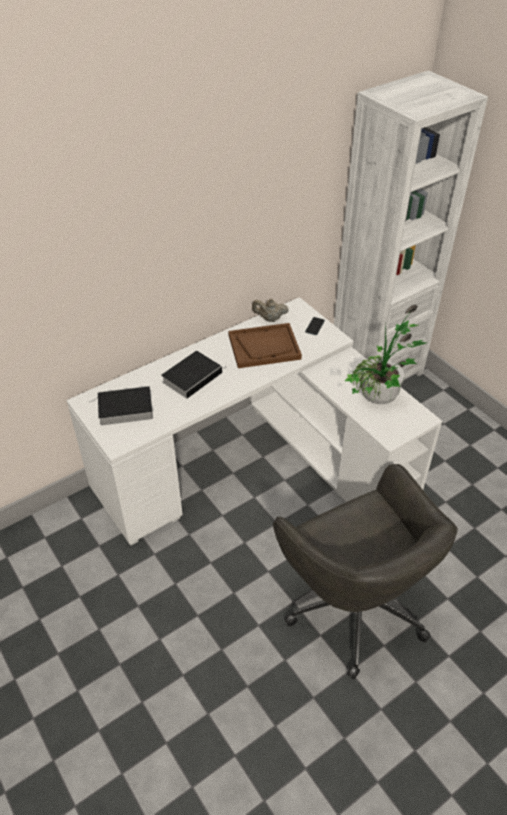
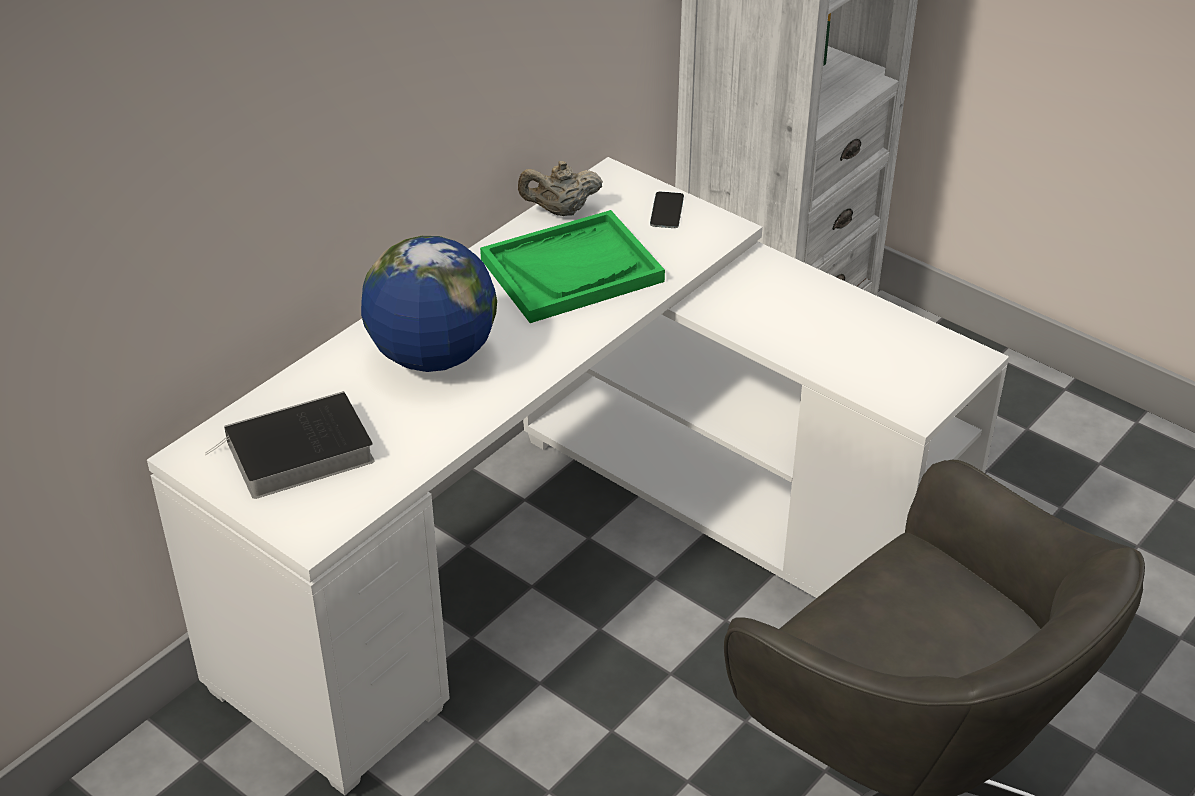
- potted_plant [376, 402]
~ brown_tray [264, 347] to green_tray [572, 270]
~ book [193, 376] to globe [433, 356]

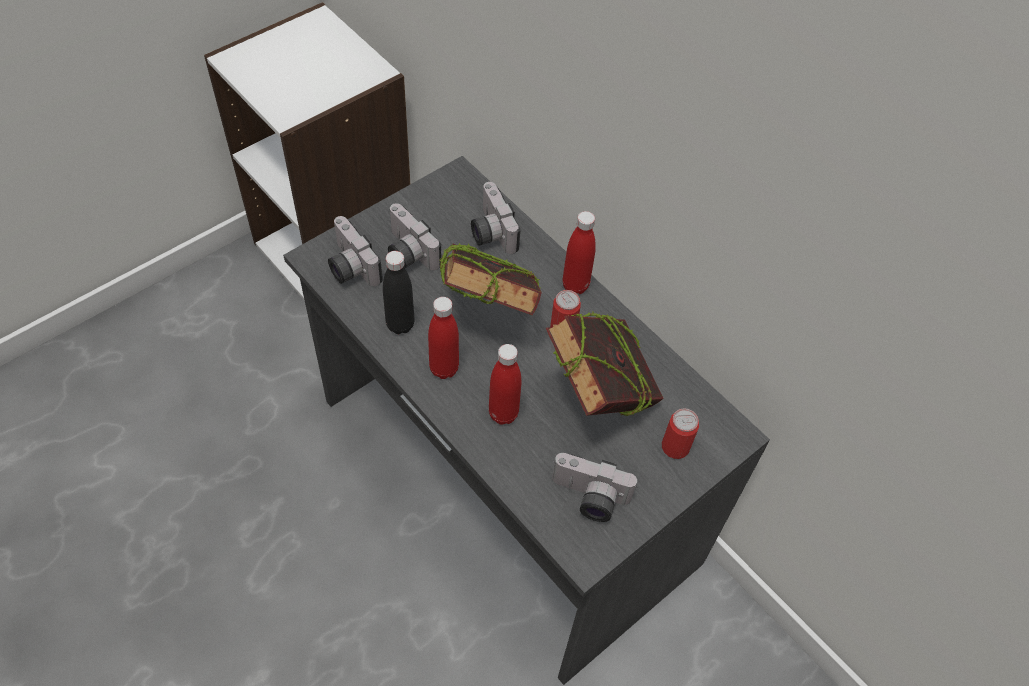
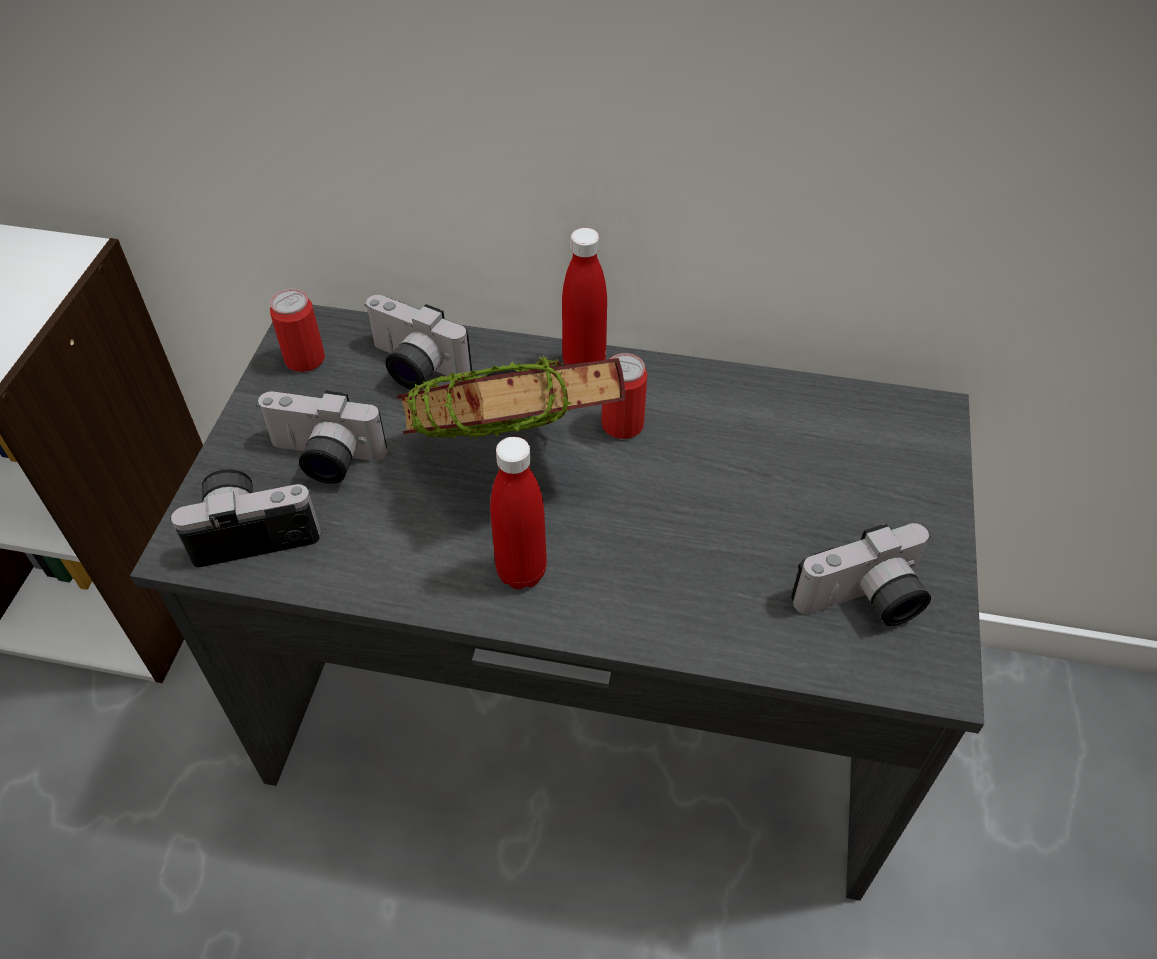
~ photo_camera [349, 267] = [254, 528] 150 degrees clockwise
- black_bottle [400, 324]
- book [599, 398]
- red_bottle [503, 413]
~ can [675, 447] to [305, 359]

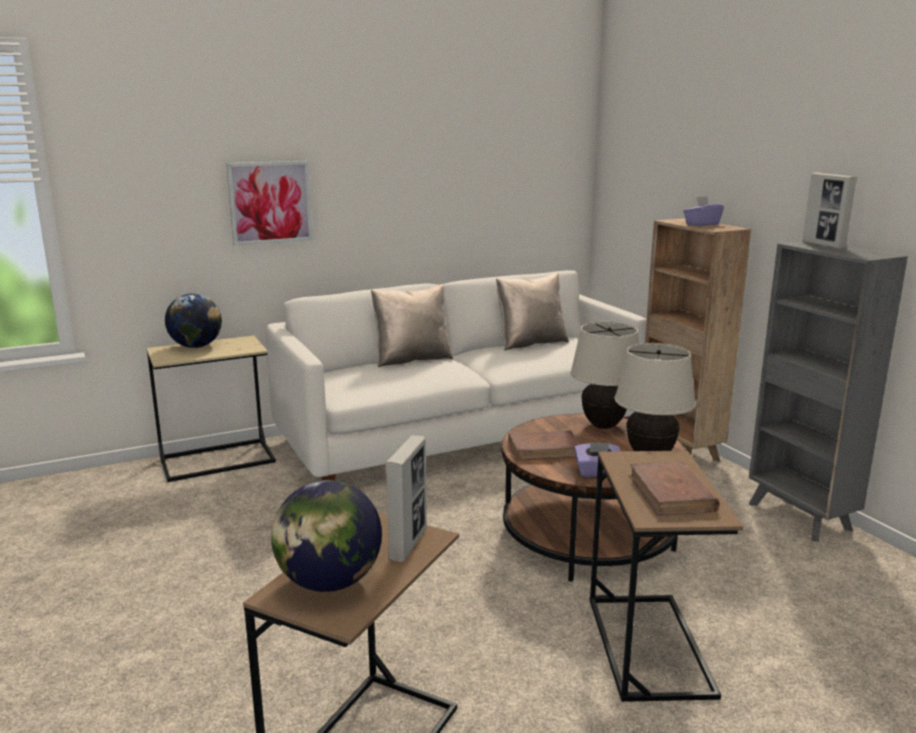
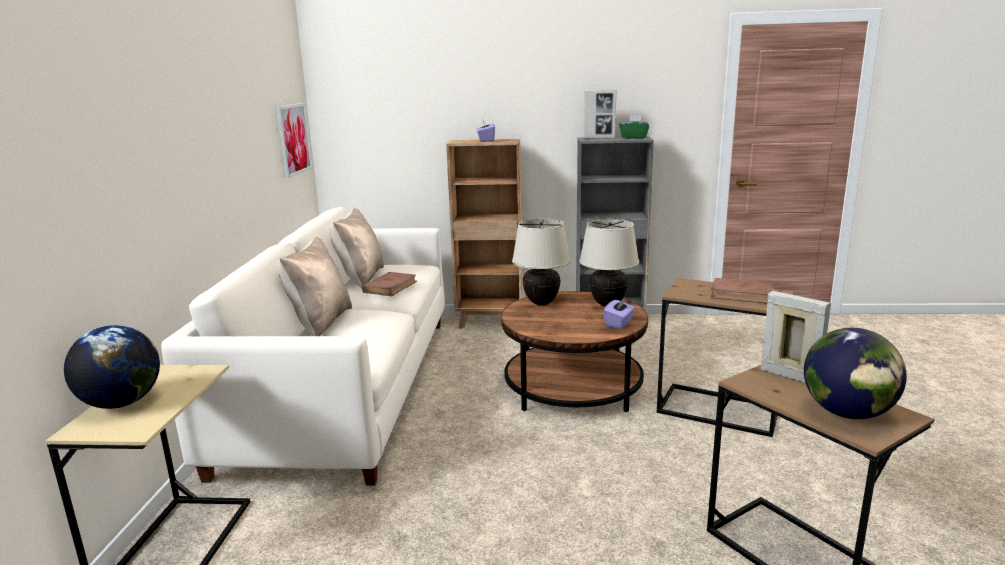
~ picture [270, 202] to [293, 139]
~ brown_book [544, 449] to [390, 287]
+ green_tissue_box [634, 138]

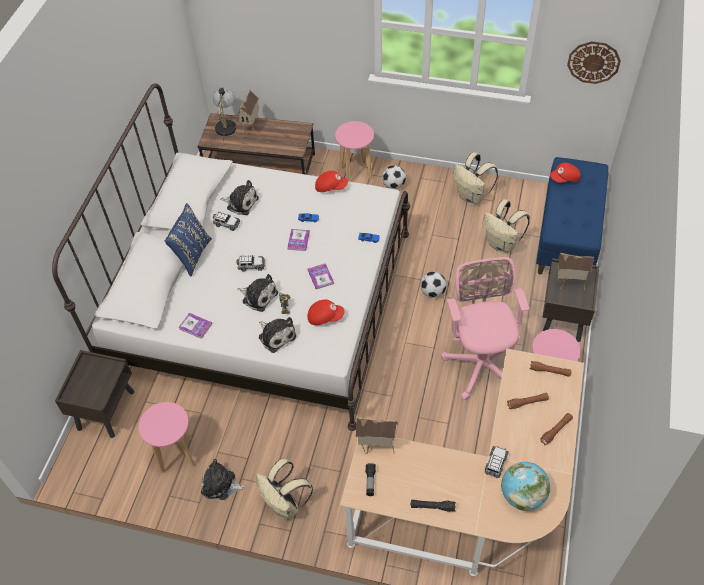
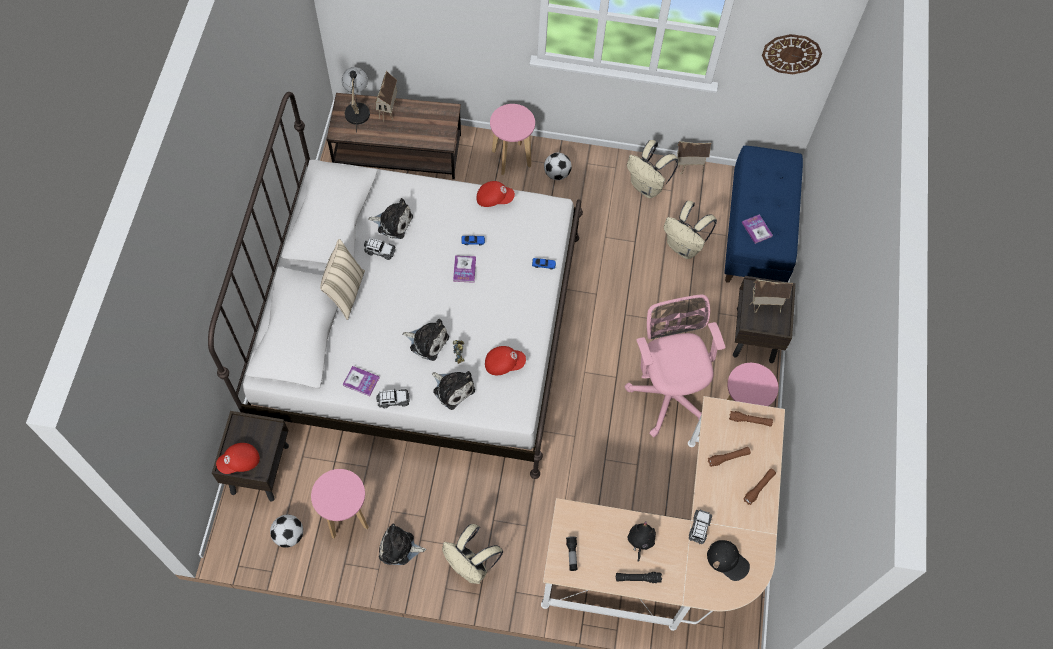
~ red_cap [565, 179] to [240, 462]
~ blue_pillow [192, 255] to beige_pillow [345, 292]
~ toy_car [251, 266] to [393, 400]
~ book [320, 277] to [756, 229]
~ football [432, 292] to [289, 535]
~ toy_house [376, 448] to [688, 170]
~ globe [522, 495] to black_cap [727, 560]
+ black_plush_toy [640, 541]

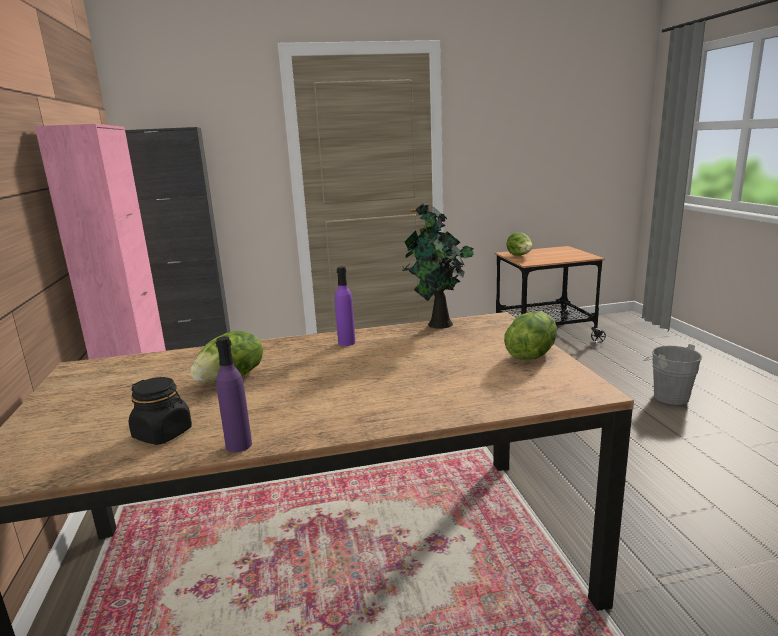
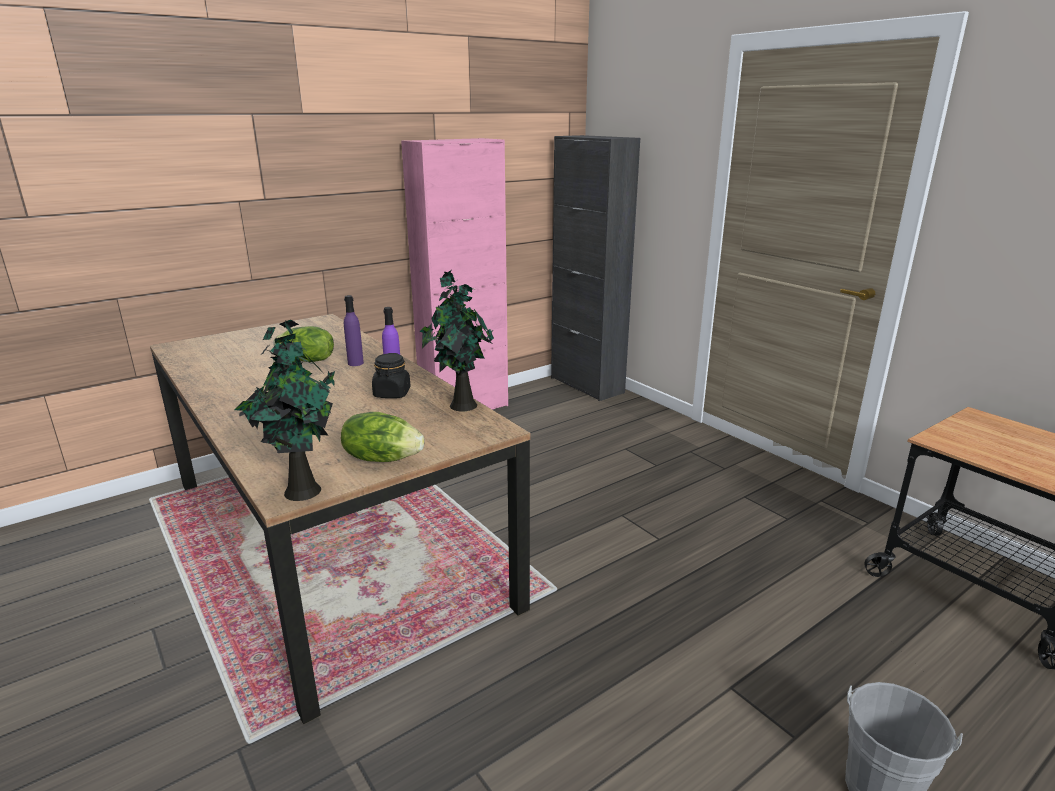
- lettuce [520, 256]
~ purple_bottle [239, 445] to [355, 363]
~ black_jar [163, 434] to [392, 394]
+ potted_plant [302, 489]

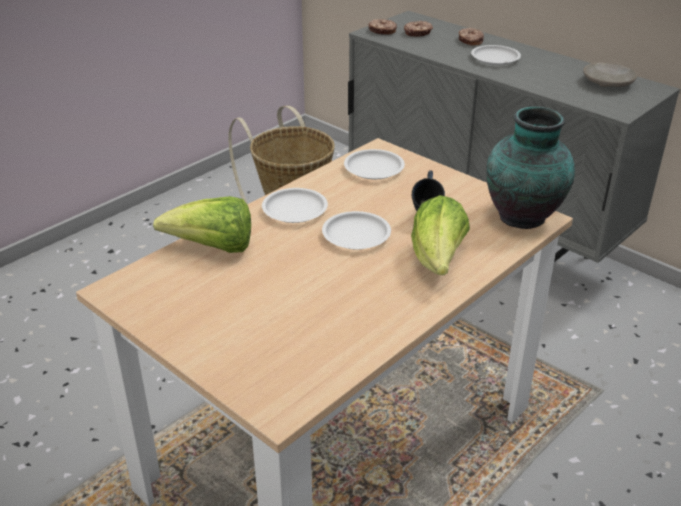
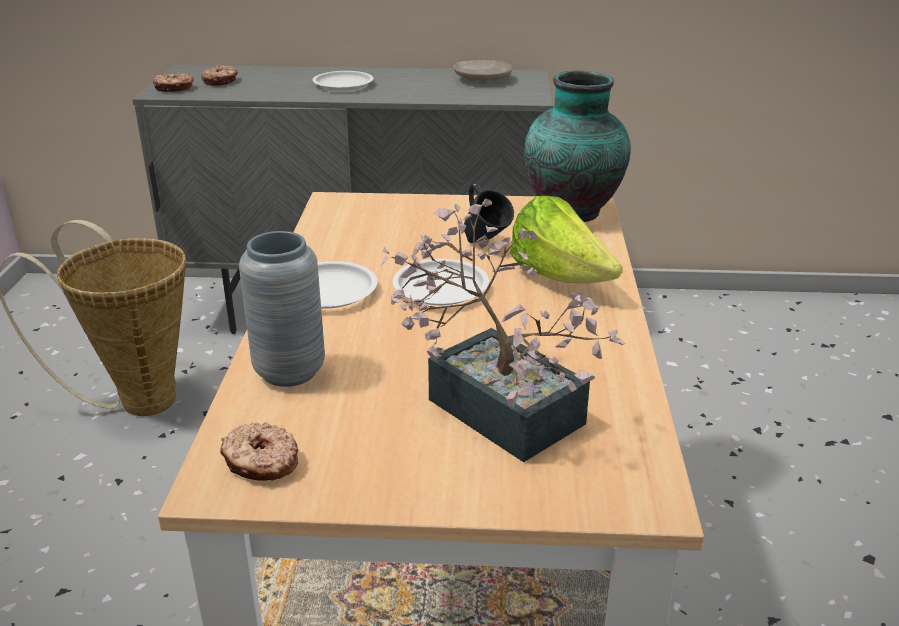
~ donut [470, 41] to [261, 462]
- white_plate [373, 168]
~ lettuce [213, 248] to grey_vase [289, 371]
+ potted_plant [494, 402]

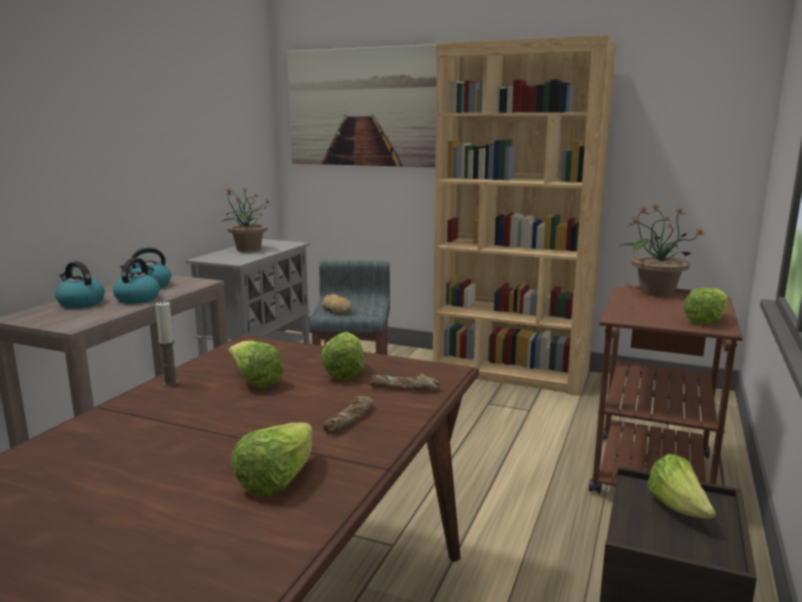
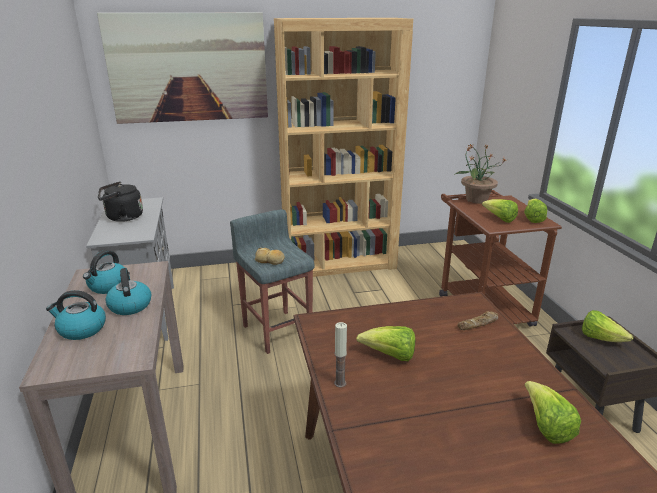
~ potted_plant [248, 249] to black_kettle [122, 217]
~ lettuce [344, 372] to [499, 219]
- bread [351, 419]

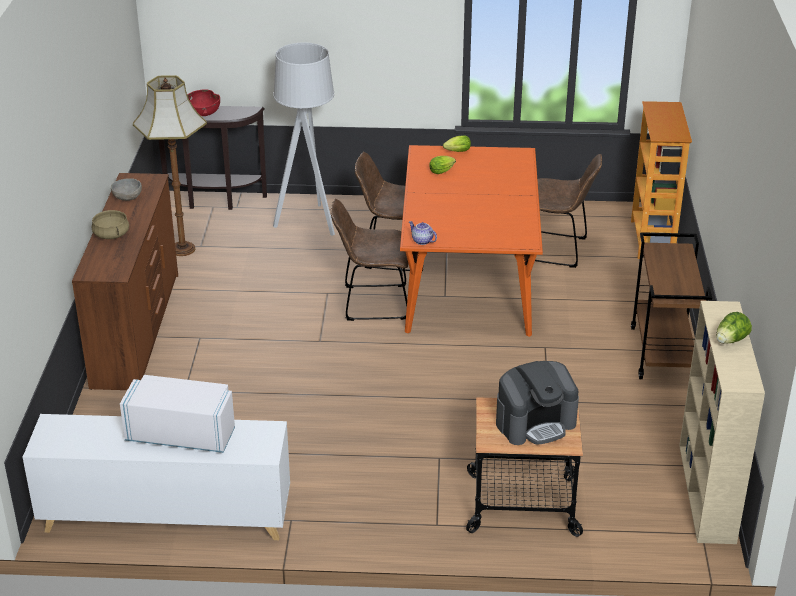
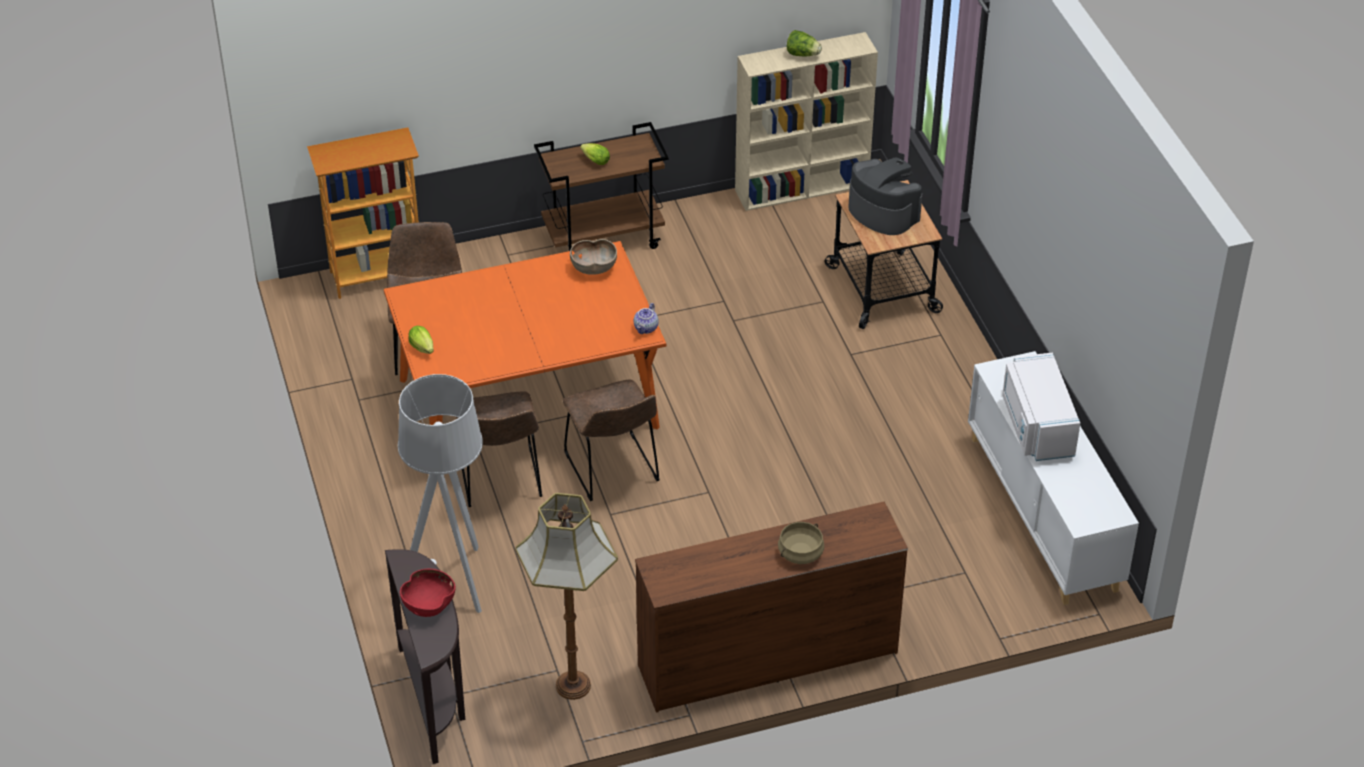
~ lettuce [442, 171] to [594, 160]
- grey_bowl [127, 197]
+ brown_bowl [594, 268]

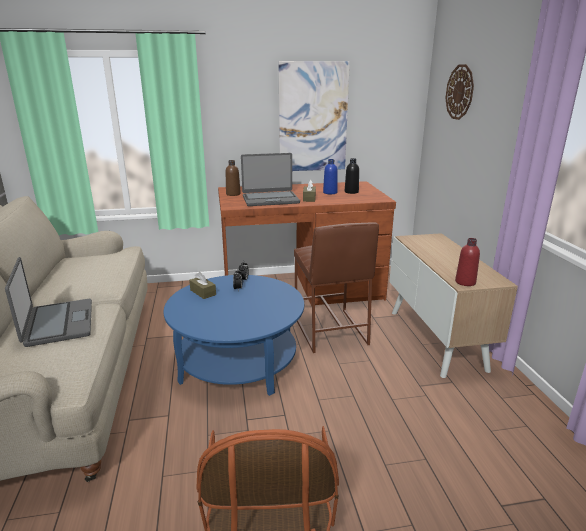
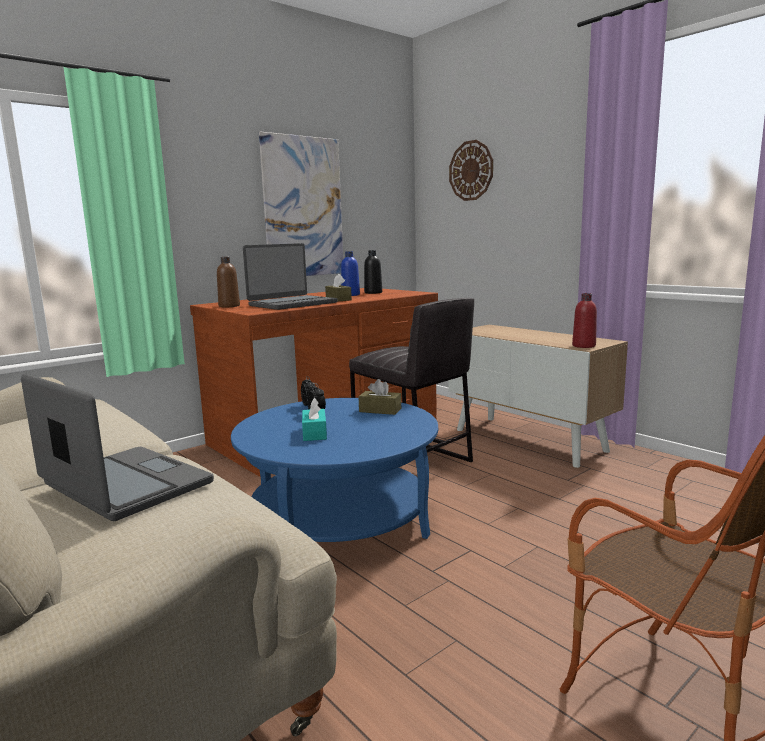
~ brown_stool [329, 330] to grey_stool [412, 461]
~ brown_tissue_box [203, 292] to [380, 410]
+ turquoise_tissue_box [314, 433]

